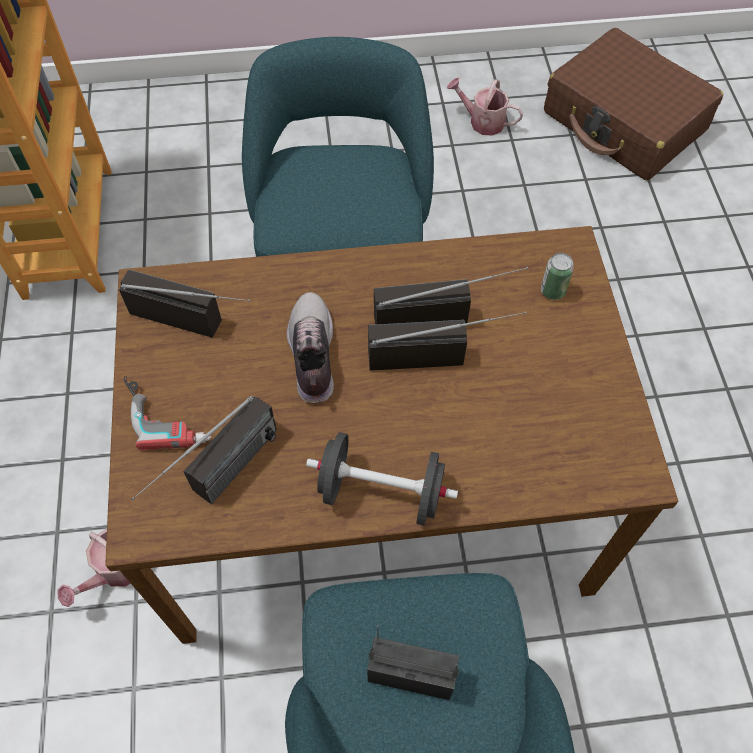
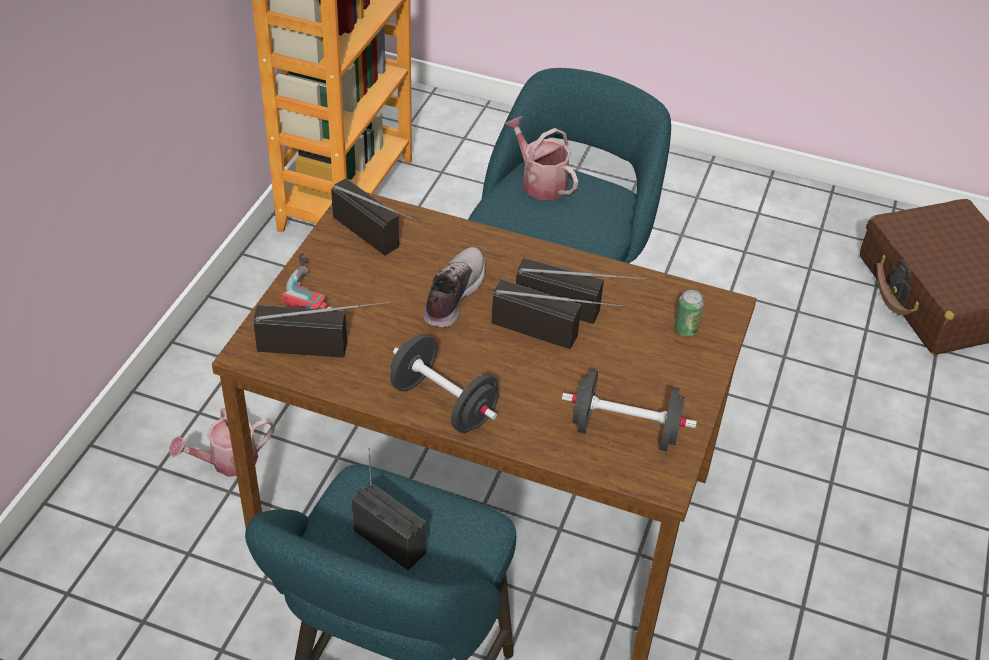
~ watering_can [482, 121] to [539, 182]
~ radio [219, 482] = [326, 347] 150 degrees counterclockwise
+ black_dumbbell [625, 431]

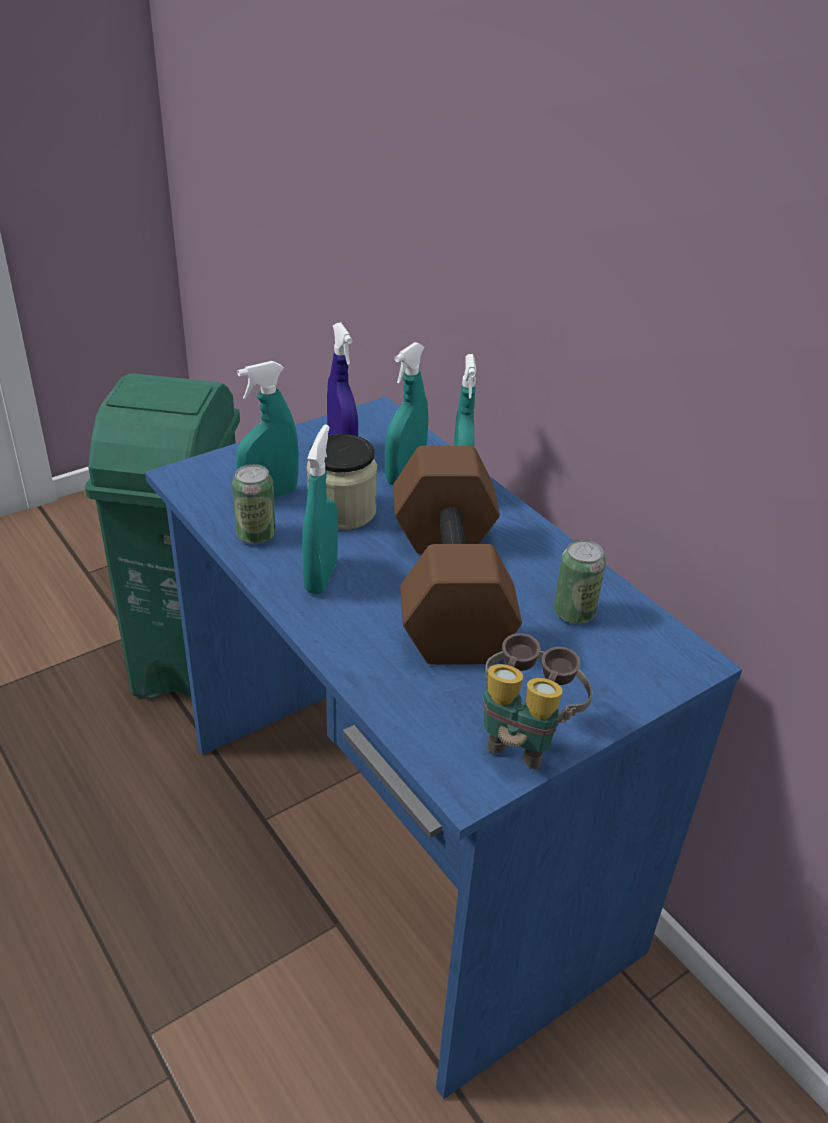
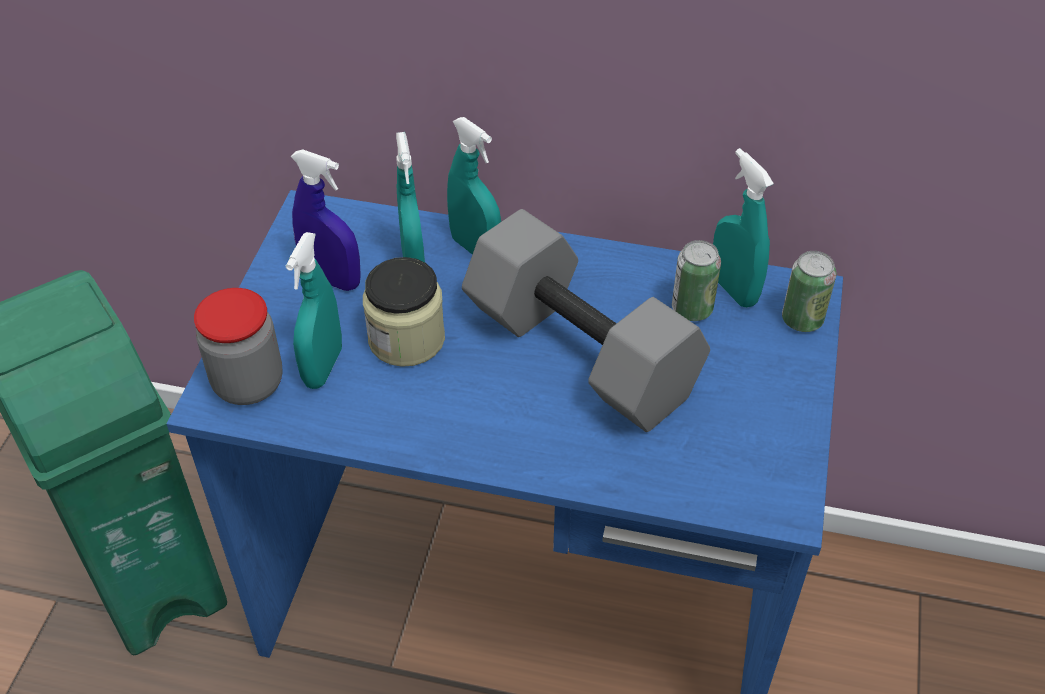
~ turquoise_spray_bottle [321, 577] to [733, 289]
~ brown_dumbbell [445, 587] to grey_dumbbell [576, 353]
~ can [256, 535] to [802, 319]
- binoculars [524, 736]
+ jar [248, 383]

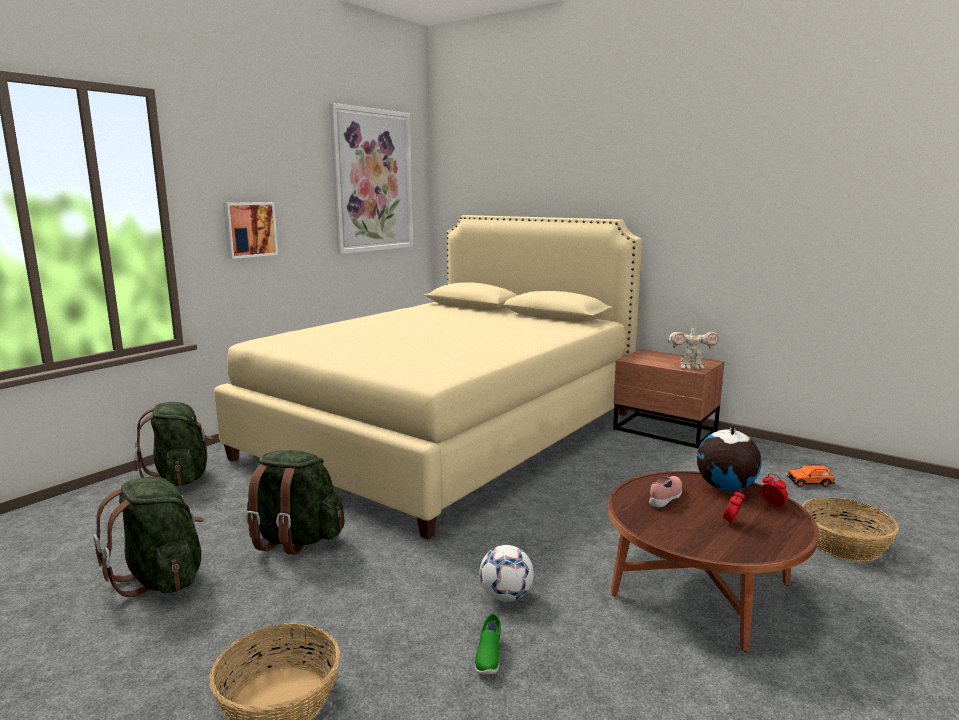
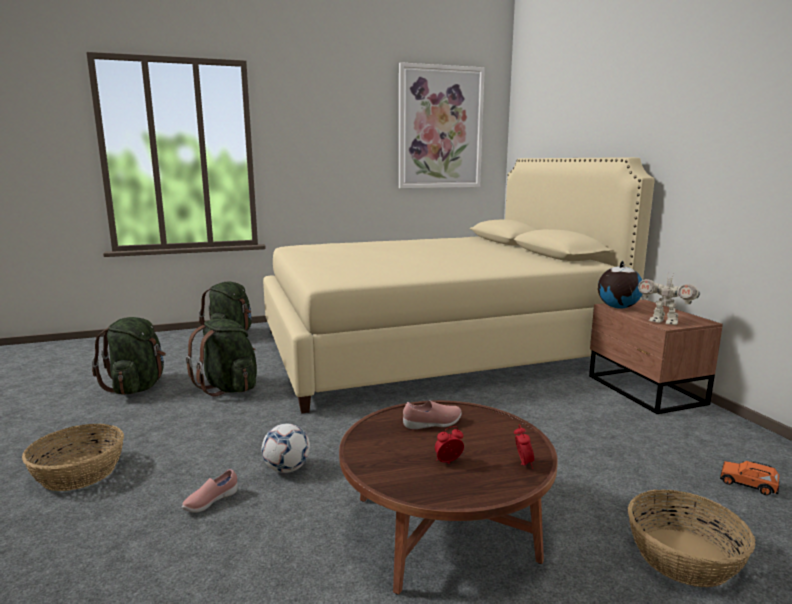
- picture [249, 229]
~ globe [725, 488] to [617, 307]
~ green_shoe [488, 657] to pink_shoe [210, 502]

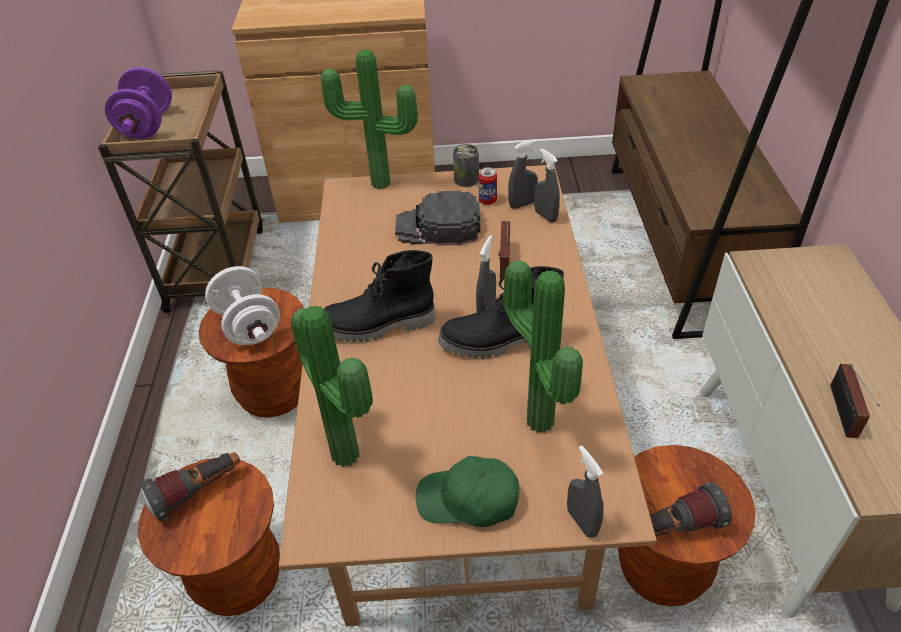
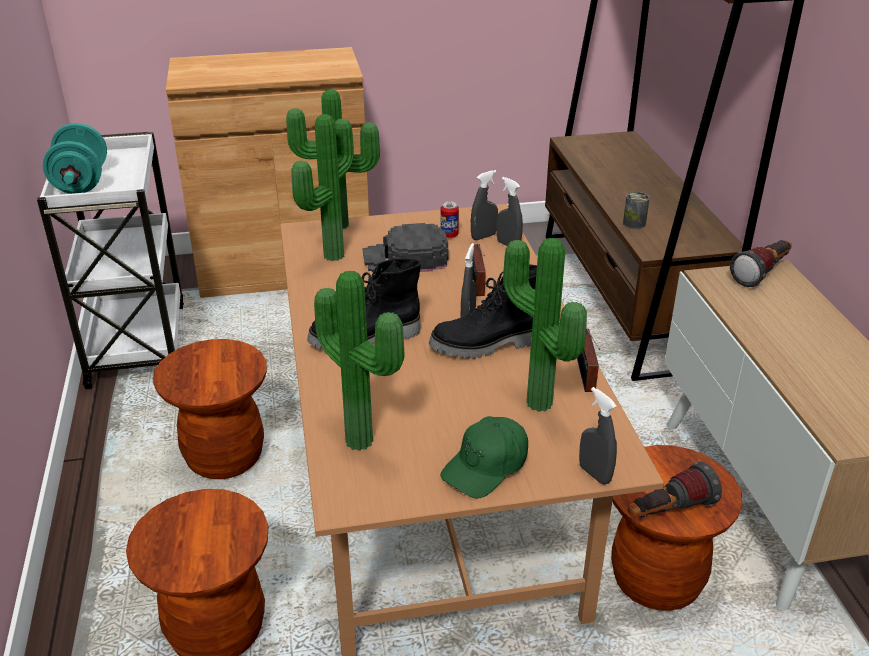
~ purple_dumbbell [147, 126] to turquoise_dumbbell [81, 182]
~ brown_cart [217, 266] to white_cart [137, 342]
~ can [466, 180] to [634, 224]
- white_dumbbell [248, 325]
~ radio [843, 414] to [585, 375]
~ flashlight [199, 492] to [762, 273]
~ green_cap [469, 500] = [486, 466] 45 degrees counterclockwise
+ potted_plant [330, 255]

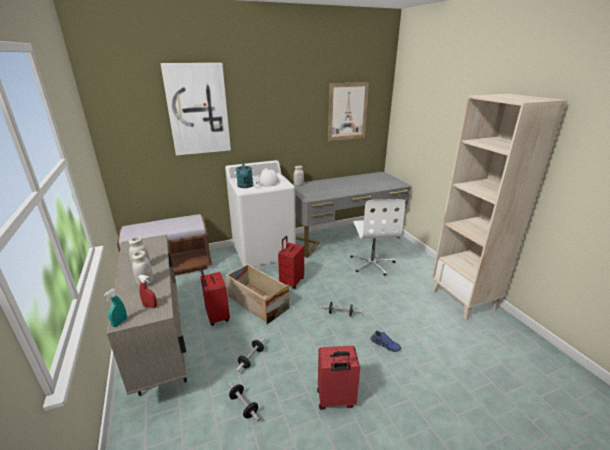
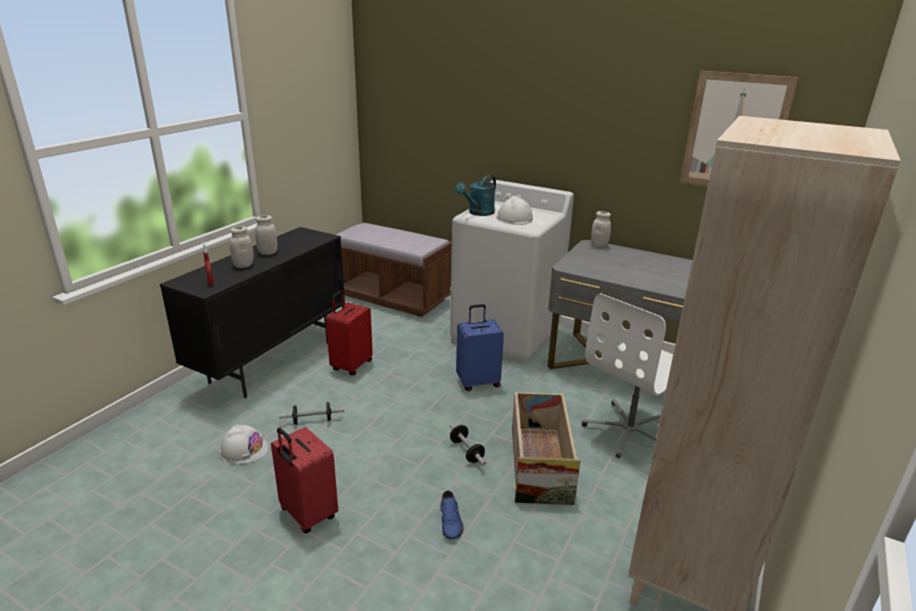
- picture [198, 109]
~ beige_cabinet [162, 349] to black_cabinet [272, 362]
~ red_suitcase [291, 282] to blue_suitcase [478, 382]
~ crate [257, 302] to [539, 463]
- turquoise_spray_bottle [120, 322]
~ dumbbell [244, 406] to white_hard_hat [244, 449]

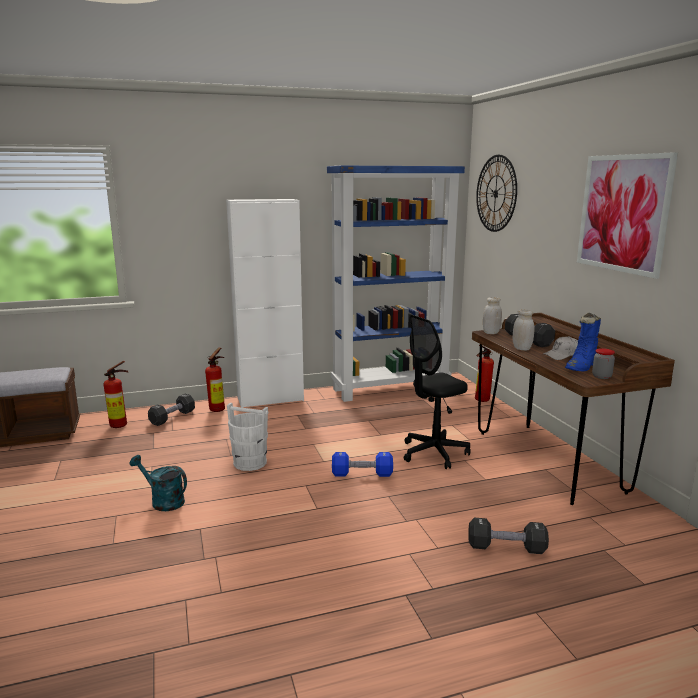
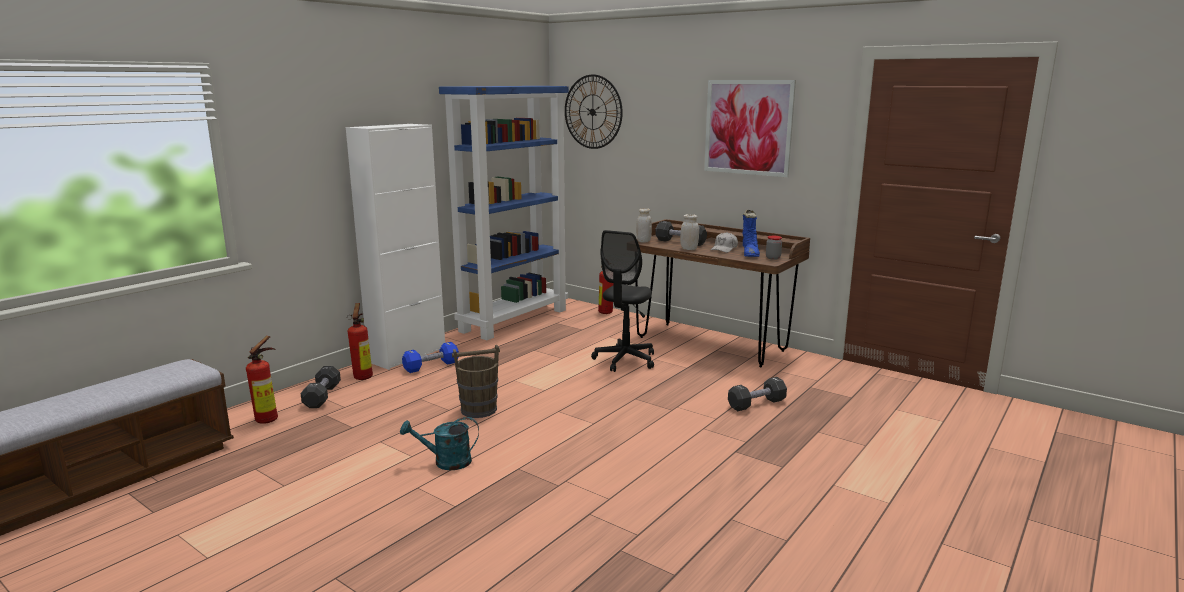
~ white_bucket [250, 463] to brown_bucket [479, 410]
~ blue_dumbbell [362, 474] to [431, 366]

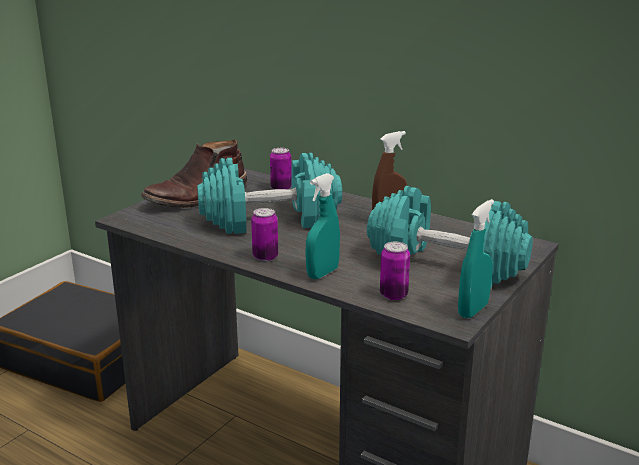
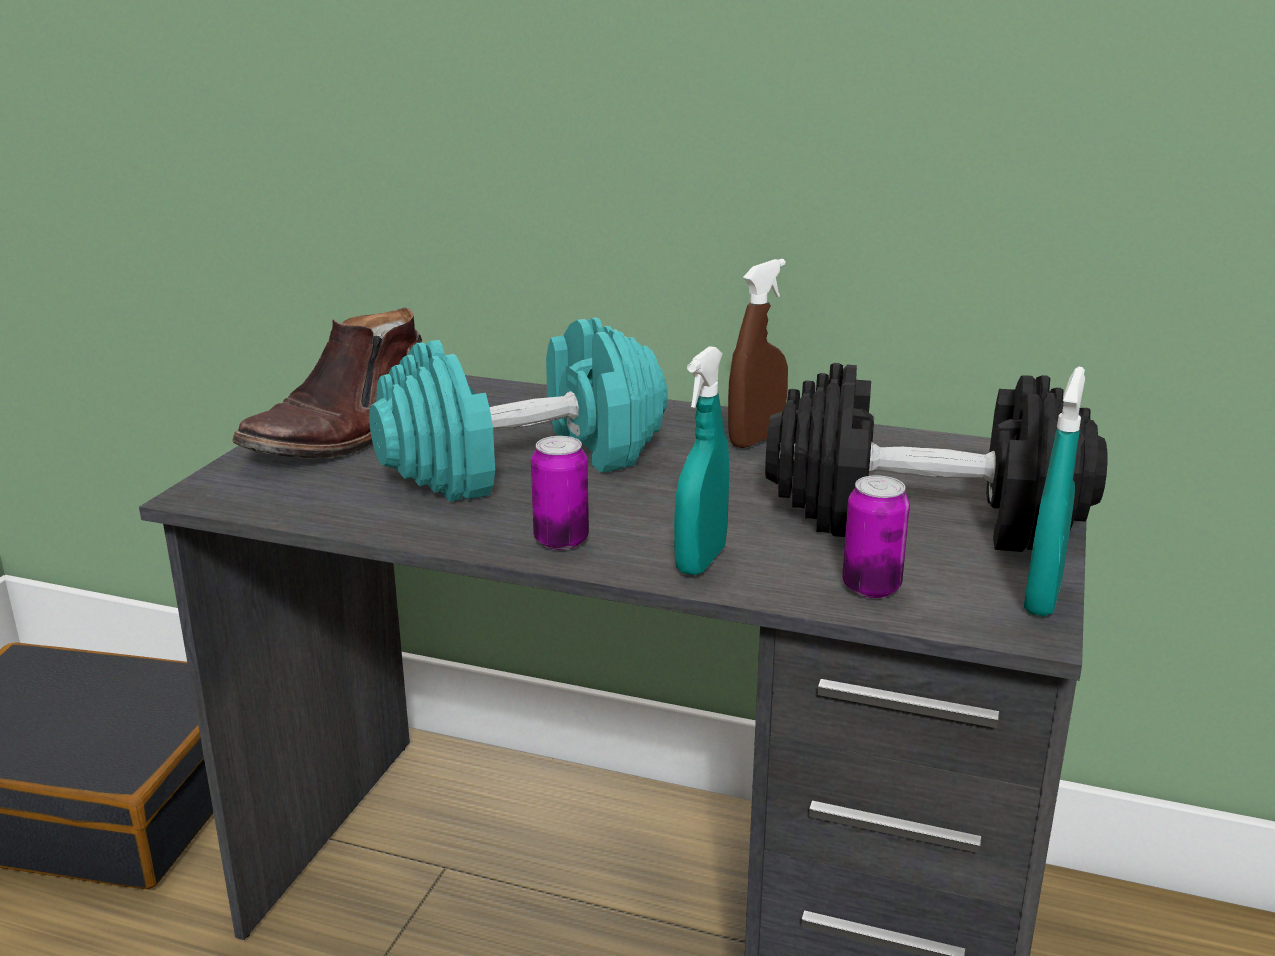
- can [281, 188]
~ turquoise_dumbbell [444, 266] to black_dumbbell [924, 516]

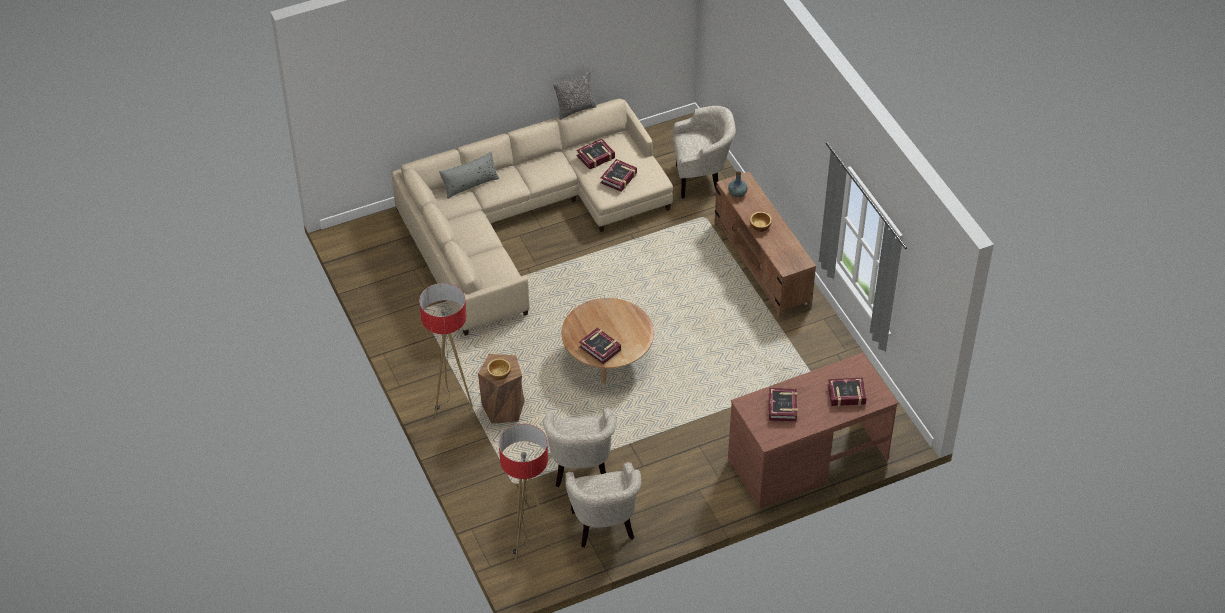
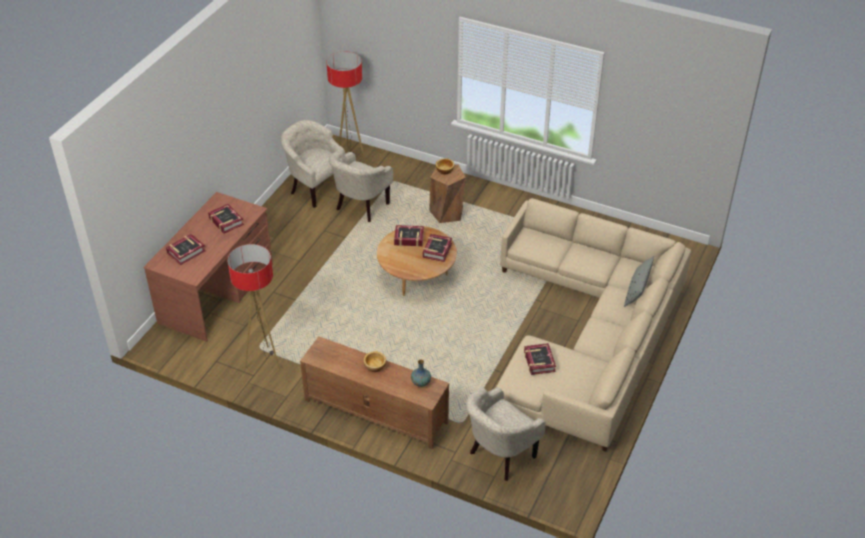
- pillow [575, 109]
~ book [596, 157] to [437, 250]
~ floor_lamp [451, 403] to [264, 362]
~ beige_armchair [580, 470] = [360, 208] 105 degrees counterclockwise

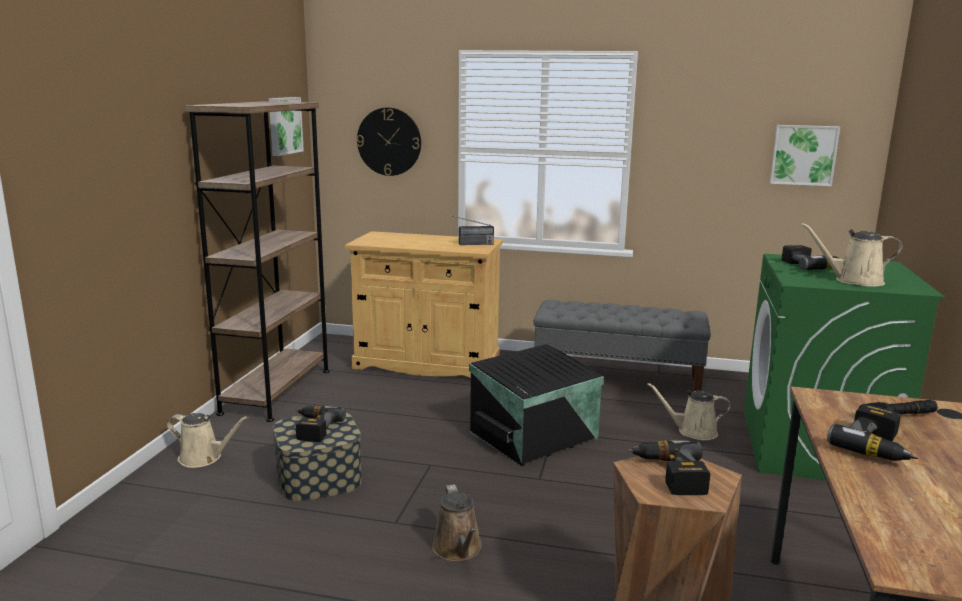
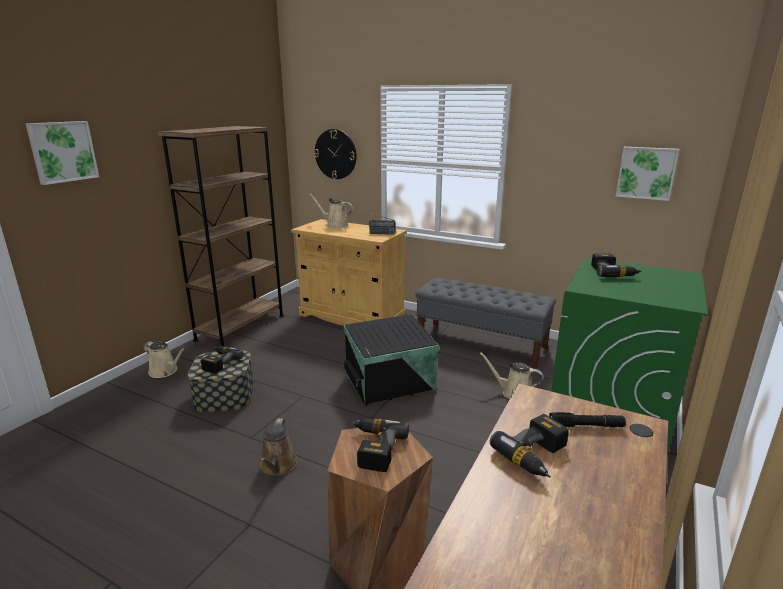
~ picture [283, 125] to [62, 151]
~ beige_watering_can [854, 281] to [335, 225]

